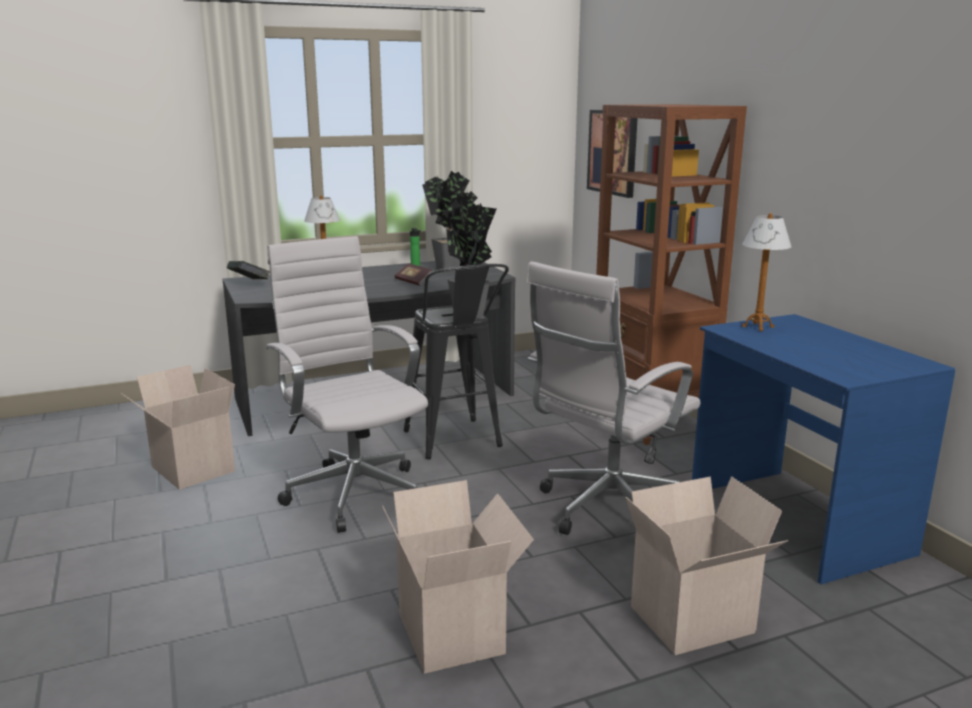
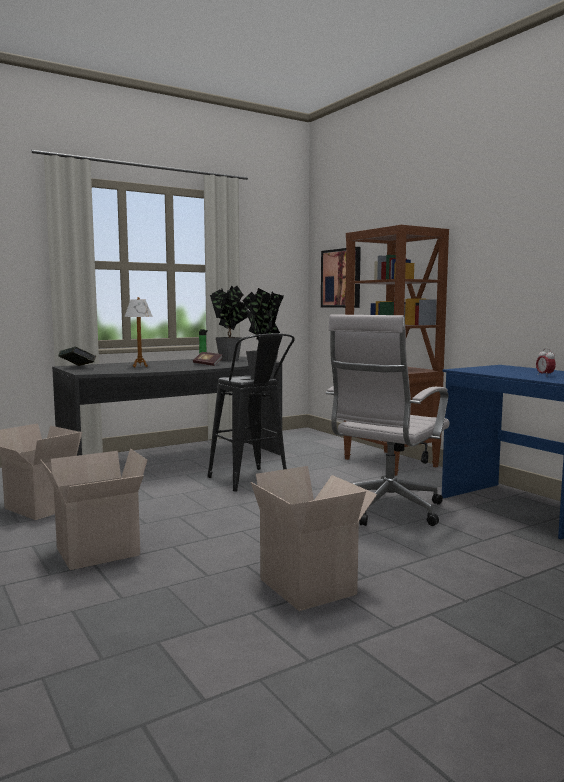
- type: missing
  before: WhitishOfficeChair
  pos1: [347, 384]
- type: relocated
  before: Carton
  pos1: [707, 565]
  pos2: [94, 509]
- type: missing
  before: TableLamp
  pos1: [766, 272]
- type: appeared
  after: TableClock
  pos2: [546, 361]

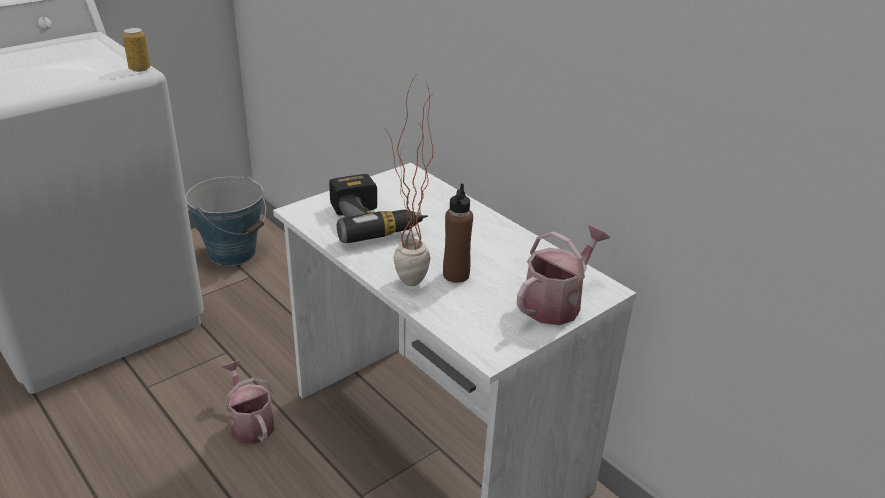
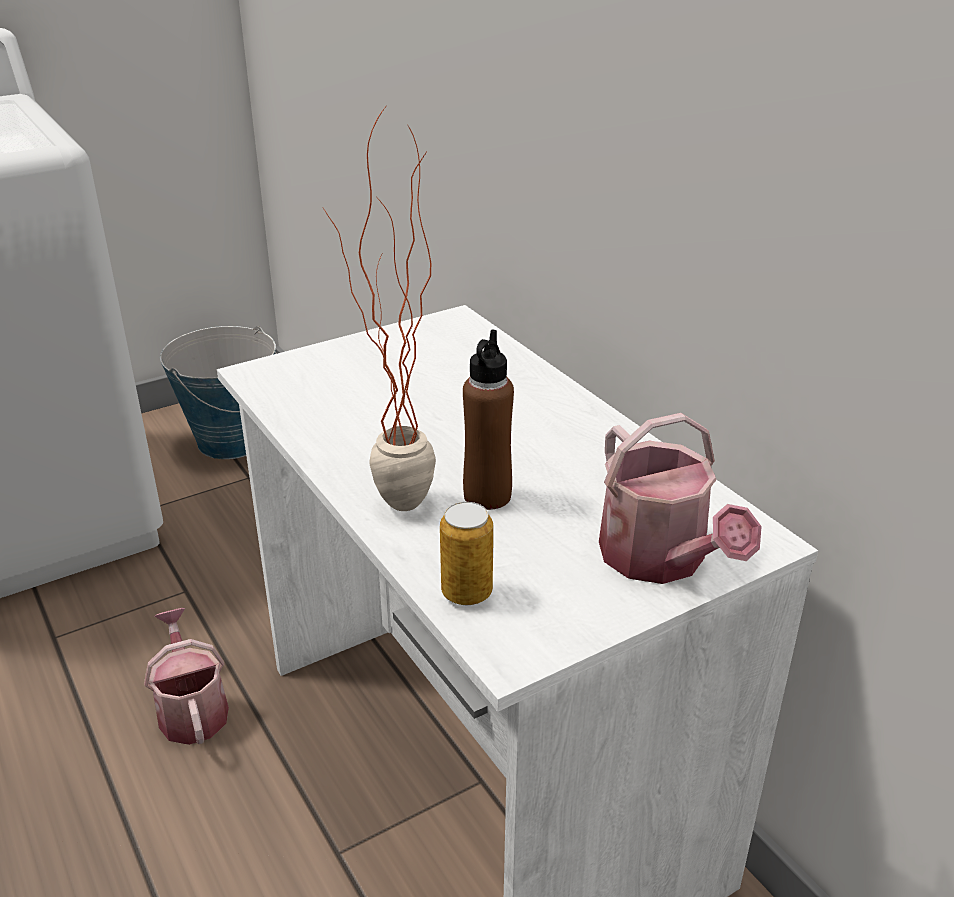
- type: relocated
  before: SealedCan
  pos1: [136, 50]
  pos2: [466, 553]
- type: missing
  before: PowerDrill
  pos1: [378, 208]
- type: spun
  before: SprinklingCan
  pos1: [563, 275]
  pos2: [680, 498]
  turn: 105

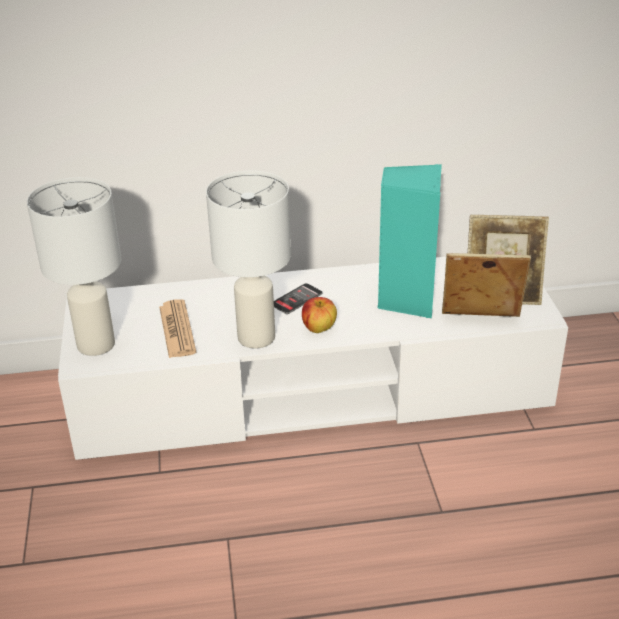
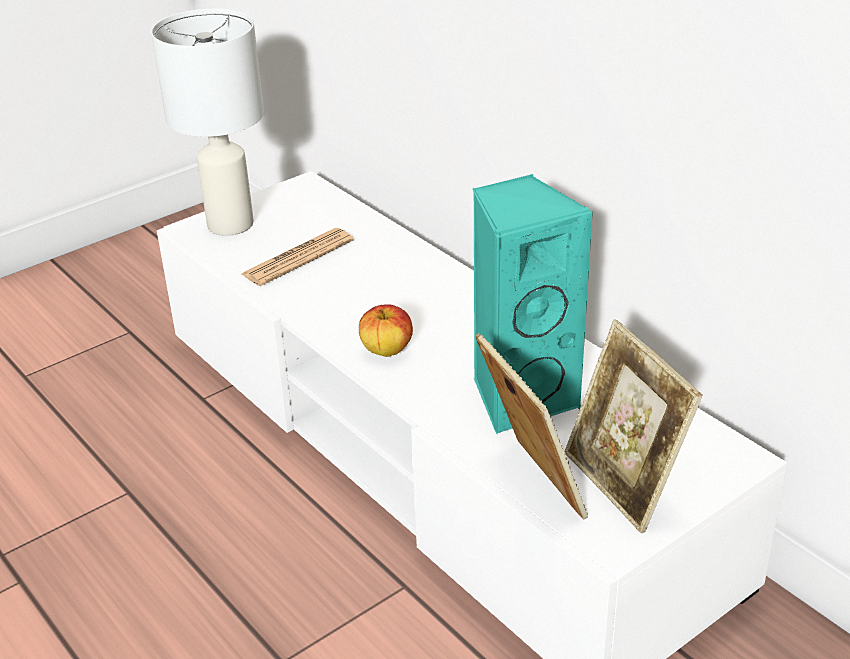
- type: missing
  before: WhitishTableLamp
  pos1: [248, 260]
- type: missing
  before: Telephone
  pos1: [298, 298]

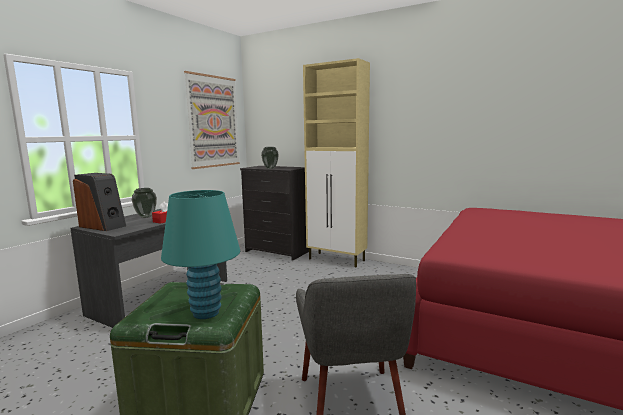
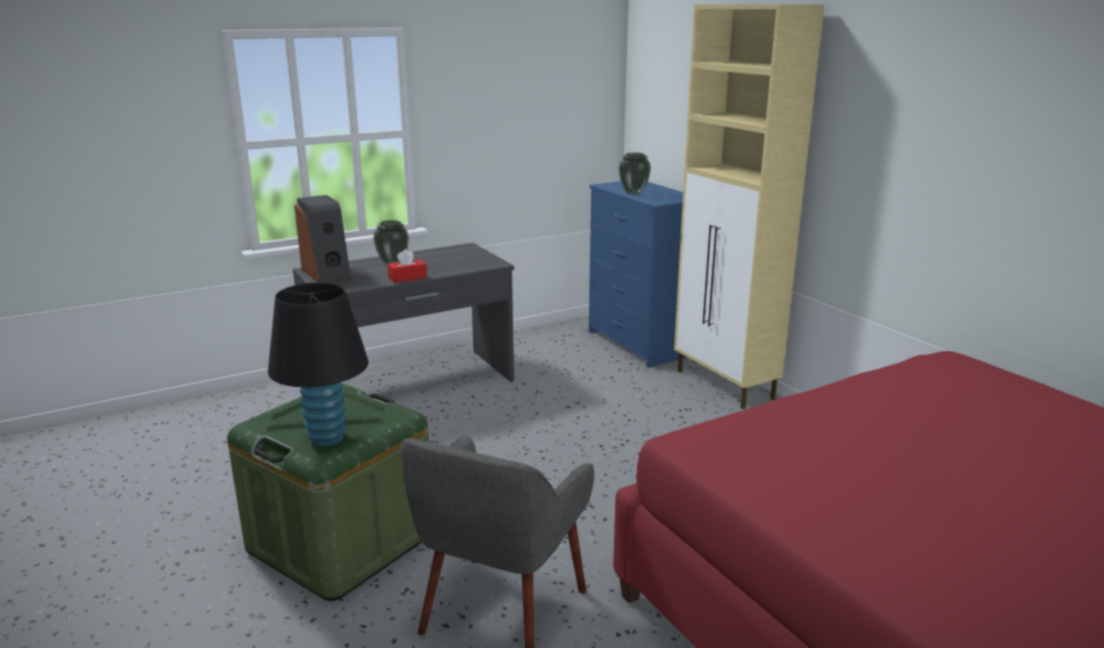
- type: colour
  before: TurquoiseColouredTableLamp
  after: BlackColouredTableLamp
  pos1: [200, 254]
  pos2: [318, 364]
- type: missing
  before: WallPicture
  pos1: [212, 120]
- type: colour
  before: BlackColouredChestOfDrawers
  after: BlueColouredChestOfDrawers
  pos1: [274, 213]
  pos2: [638, 274]

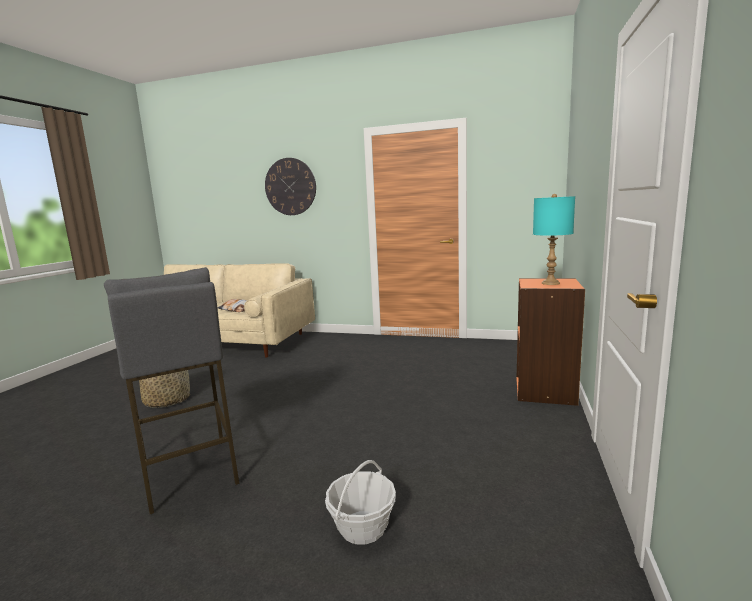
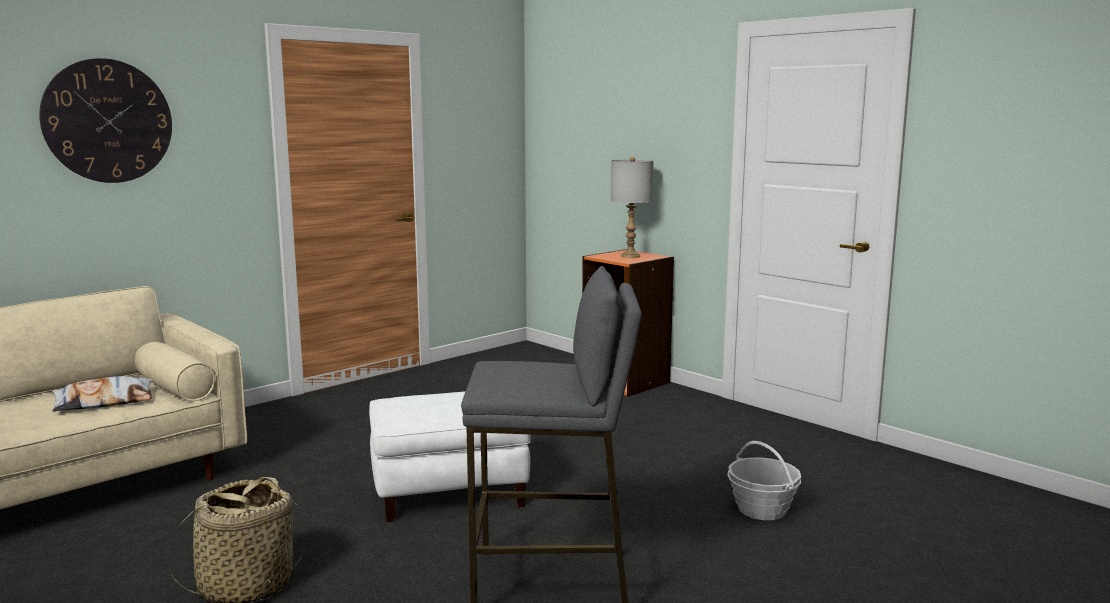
- type: colour
  before: TurquoiseColouredTableLamp
  after: GreyTableLamp
  pos1: [554, 239]
  pos2: [632, 207]
- type: appeared
  after: WhitishOttoman
  pos2: [450, 456]

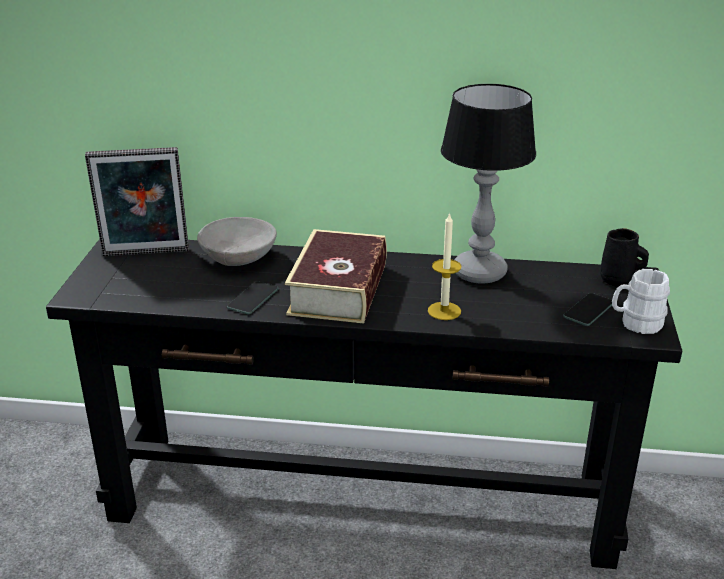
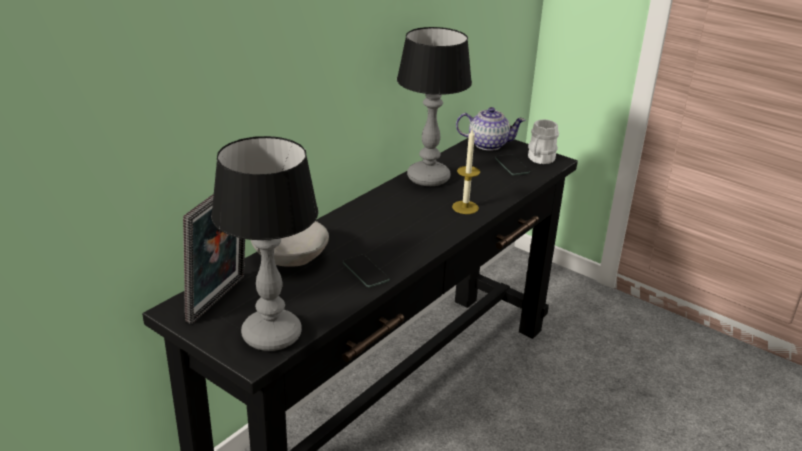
- type: missing
  before: Book
  pos1: [336, 276]
- type: exchanged
  before: BlackColouredTeaMug
  after: Teapot
  pos1: [624, 257]
  pos2: [491, 129]
- type: appeared
  after: TableLamp
  pos2: [264, 243]

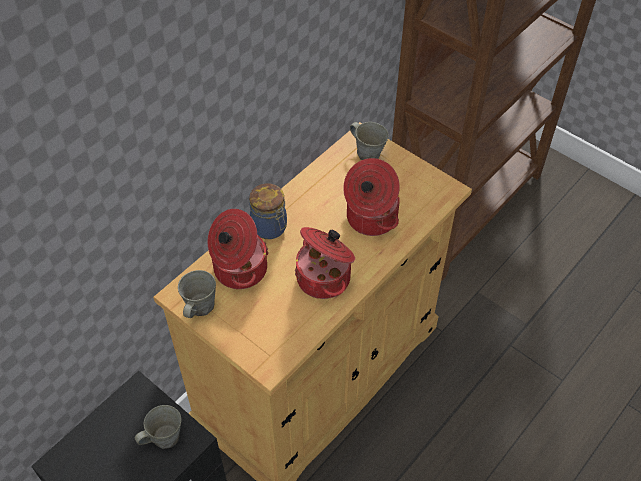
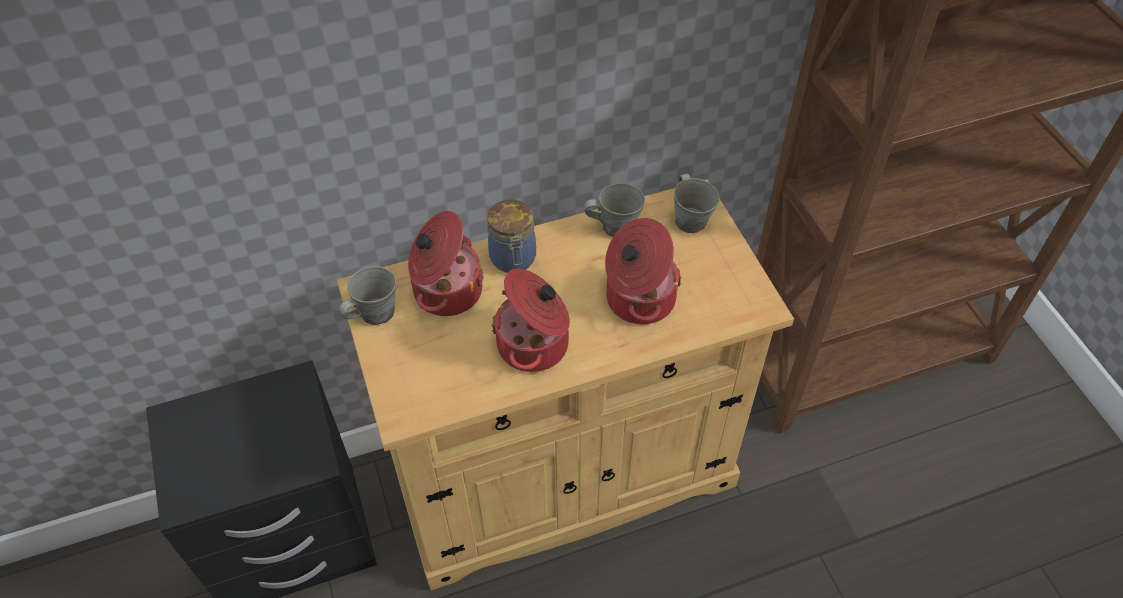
- type: relocated
  before: GreyTeaMug
  pos1: [158, 427]
  pos2: [614, 210]

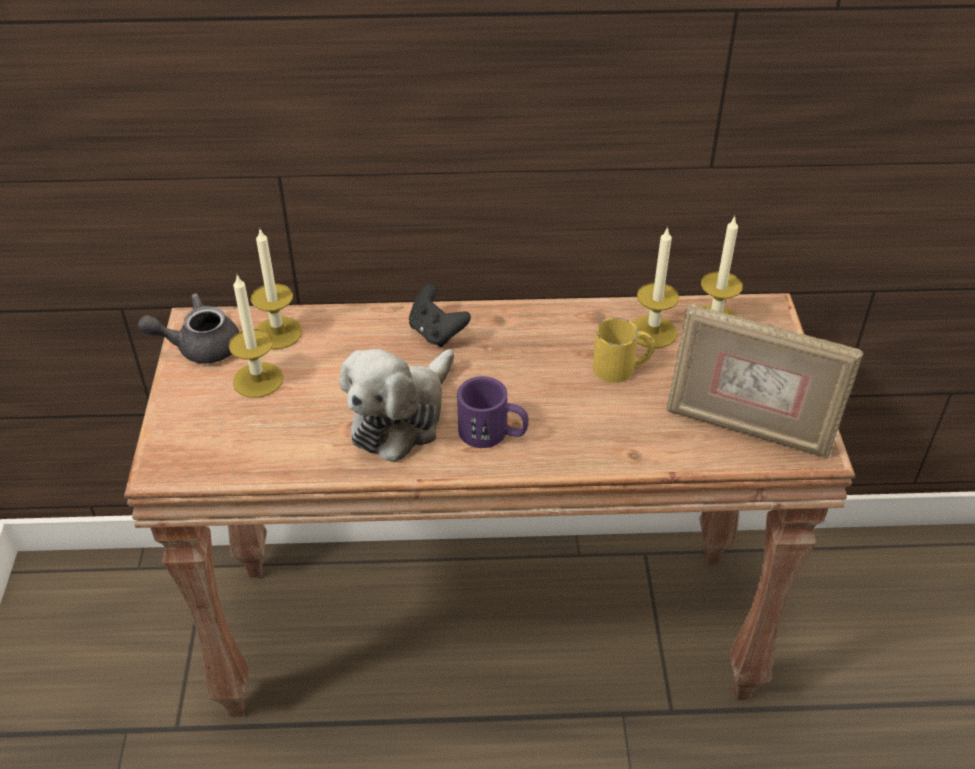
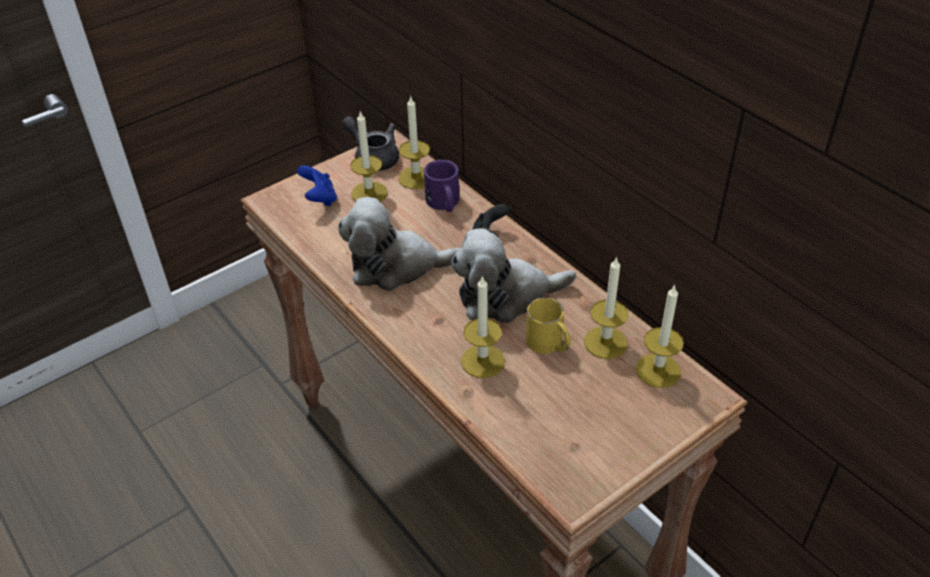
- type: relocated
  before: PurpleTeaMug
  pos1: [493, 412]
  pos2: [441, 186]
- type: missing
  before: PhotoFrame
  pos1: [764, 381]
- type: appeared
  after: BlueColouredJoypad
  pos2: [317, 185]
- type: appeared
  after: SoftToy
  pos2: [513, 275]
- type: appeared
  after: WaxCandle
  pos2: [483, 326]

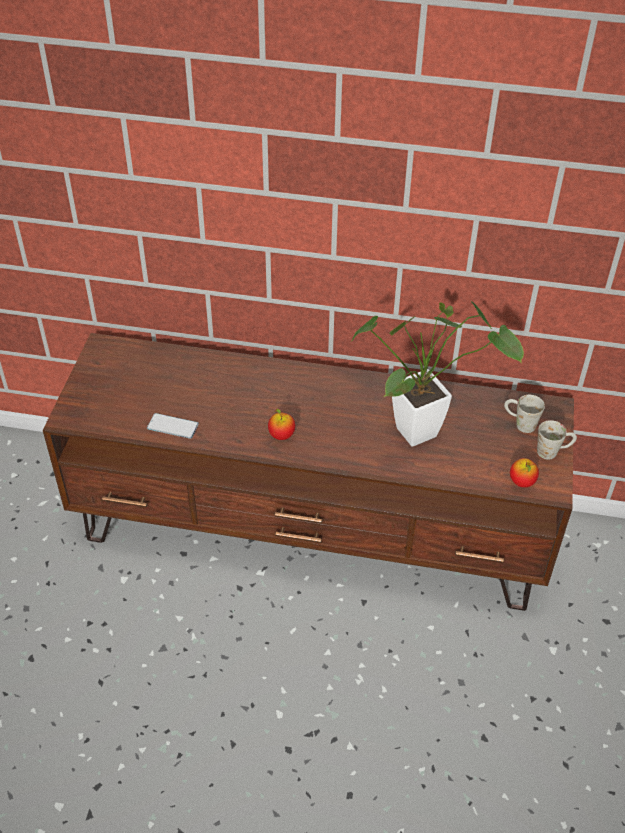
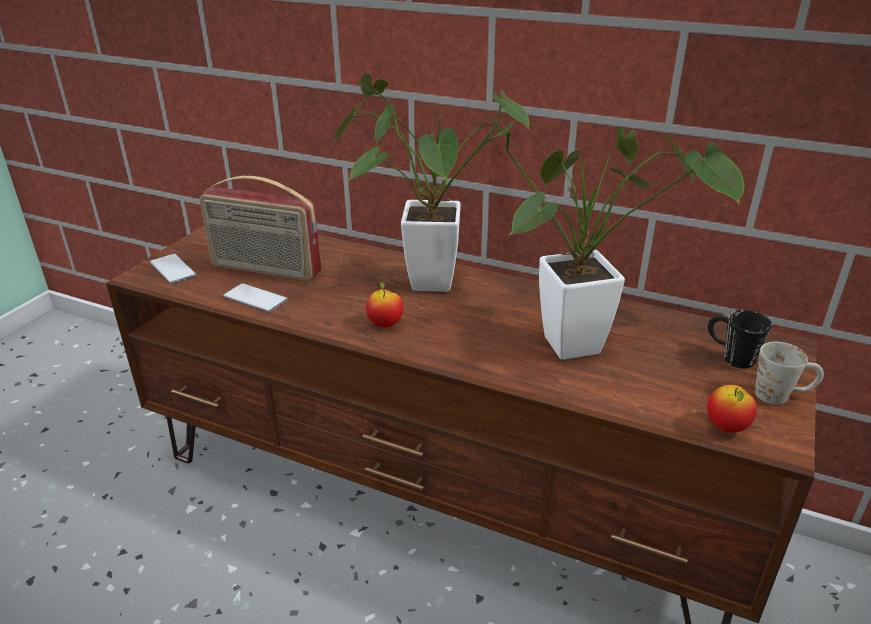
- type: colour
  before: WhitishTeaMug
  after: BlackColouredTeaMug
  pos1: [524, 414]
  pos2: [740, 339]
- type: appeared
  after: Telephone
  pos2: [173, 268]
- type: appeared
  after: RadioReceiver
  pos2: [260, 228]
- type: appeared
  after: PottedPlant
  pos2: [431, 182]

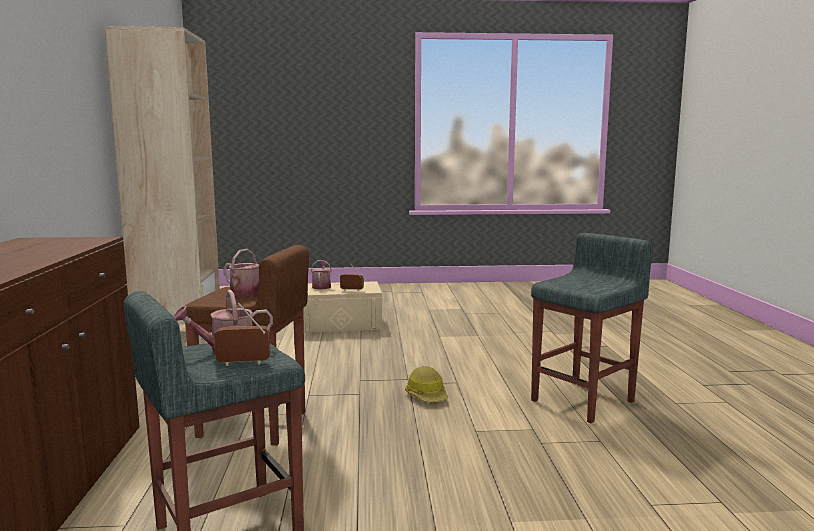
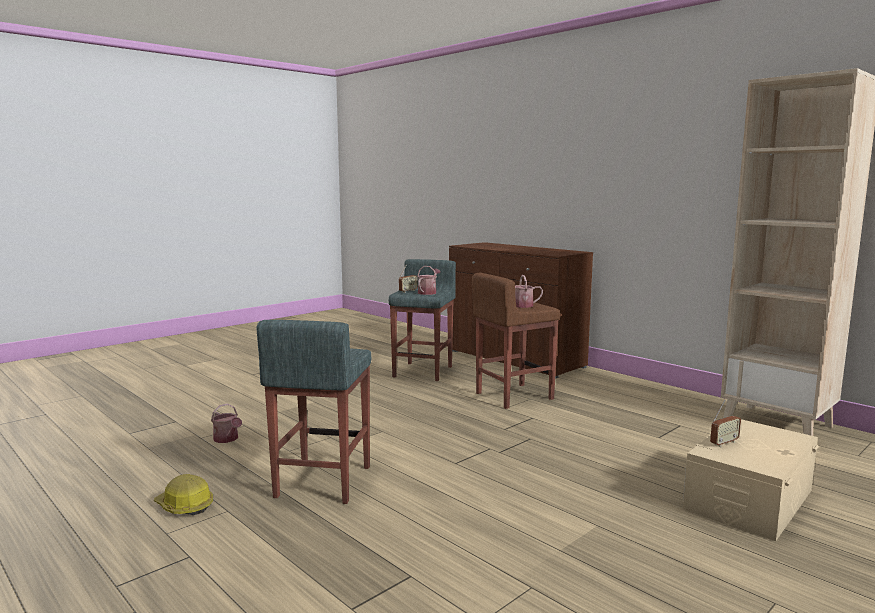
- type: relocated
  before: SprinklingCan
  pos1: [321, 274]
  pos2: [226, 423]
- type: relocated
  before: WorkHelmet
  pos1: [427, 384]
  pos2: [183, 494]

